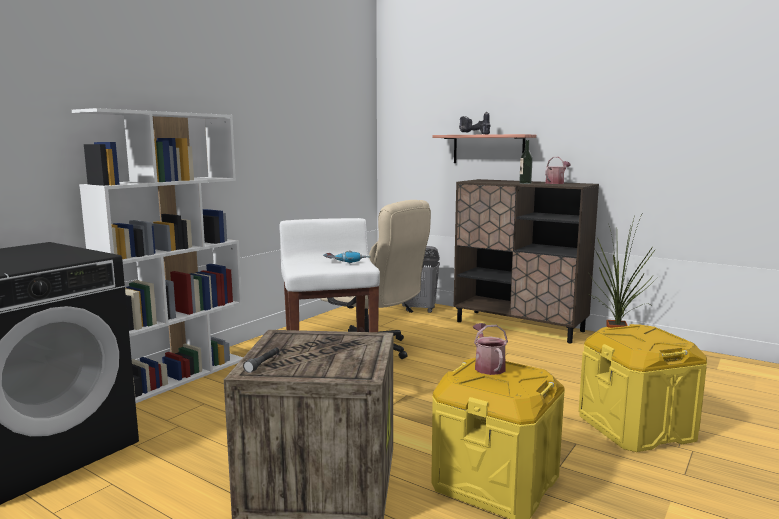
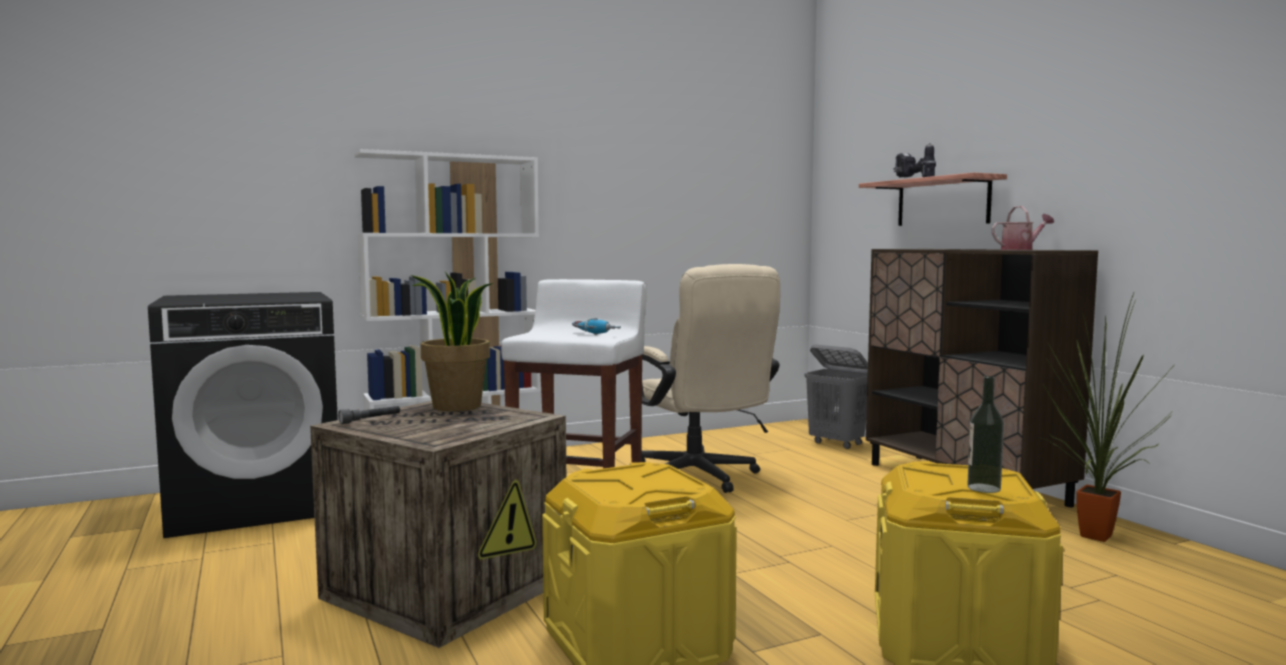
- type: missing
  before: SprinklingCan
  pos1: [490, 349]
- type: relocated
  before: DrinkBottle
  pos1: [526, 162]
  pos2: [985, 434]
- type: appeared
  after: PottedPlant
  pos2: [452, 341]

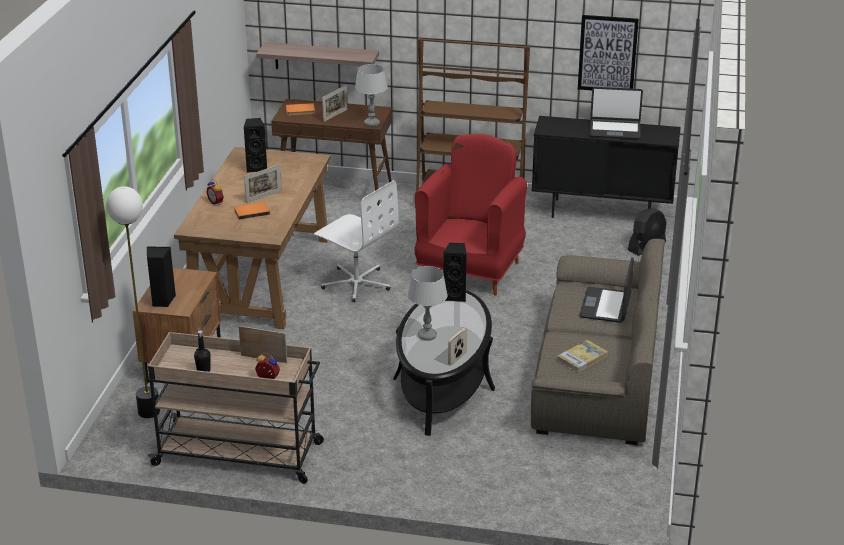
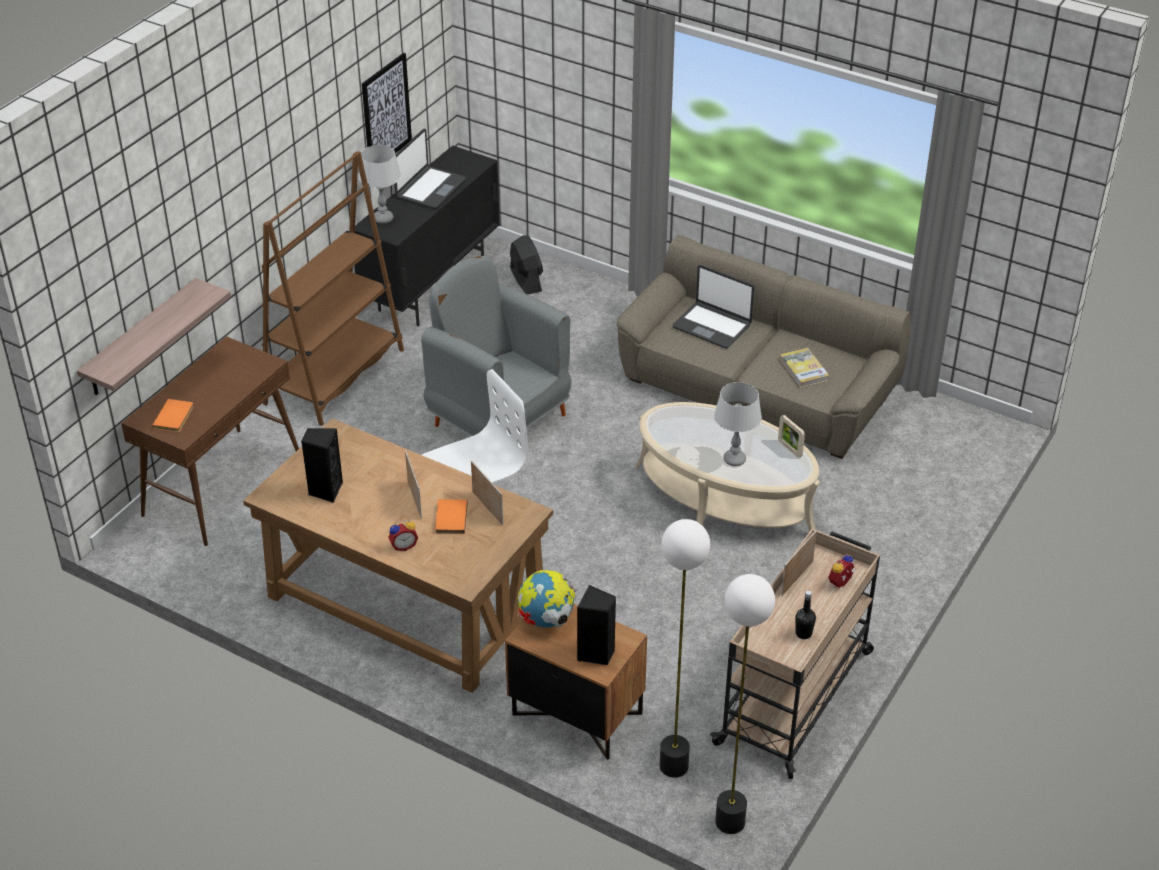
- type: relocated
  before: PhotoFrame
  pos1: [334, 103]
  pos2: [487, 493]
- type: relocated
  before: GreyTableLamp
  pos1: [371, 95]
  pos2: [380, 184]
- type: colour
  before: BlackColouredCoffeeTable
  after: SandColouredCoffeeTable
  pos1: [444, 363]
  pos2: [727, 467]
- type: colour
  before: RedColouredArmchair
  after: GreyArmchair
  pos1: [470, 215]
  pos2: [496, 346]
- type: missing
  before: BlackColouredLoudspeaker
  pos1: [455, 272]
- type: appeared
  after: DeskGlobe
  pos2: [546, 599]
- type: appeared
  after: StandardLamp
  pos2: [745, 704]

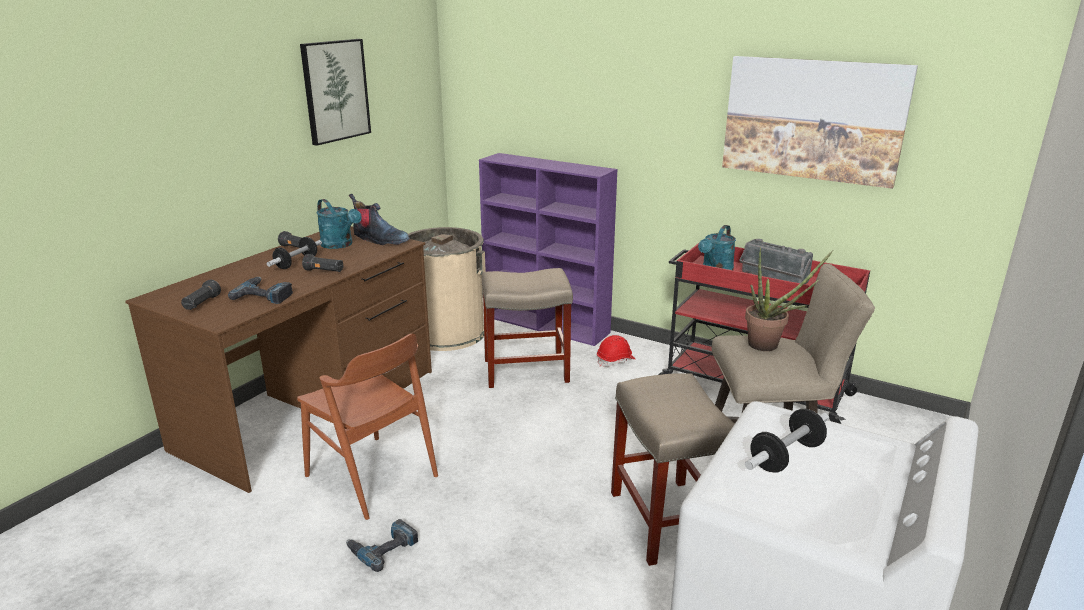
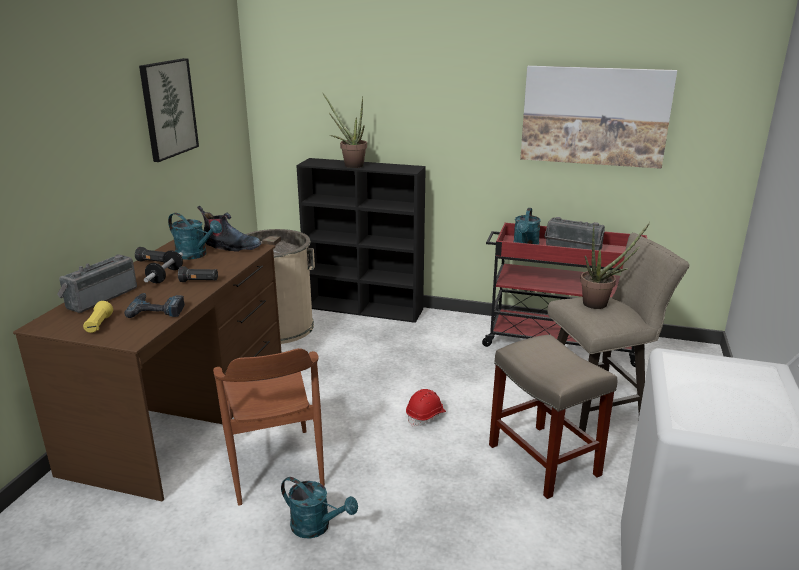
- type: colour
  before: BlackColouredTorch
  after: YellowColouredTorch
  pos1: [201, 295]
  pos2: [98, 317]
- type: spun
  before: BrownUprightChair
  pos1: [367, 427]
  pos2: [269, 427]
  turn: 45
- type: exchanged
  before: PowerDrill
  after: TurquoiseColouredSprinklingCan
  pos1: [382, 545]
  pos2: [319, 508]
- type: colour
  before: PurpleBookshelf
  after: BlackColouredBookshelf
  pos1: [548, 249]
  pos2: [361, 240]
- type: missing
  before: SandColouredSittingStool
  pos1: [527, 328]
- type: relocated
  before: RedColouredWorkHelmet
  pos1: [616, 351]
  pos2: [426, 408]
- type: missing
  before: Dumbbell
  pos1: [787, 441]
- type: appeared
  after: RadioReceiver
  pos2: [97, 283]
- type: appeared
  after: PottedPlant
  pos2: [344, 130]

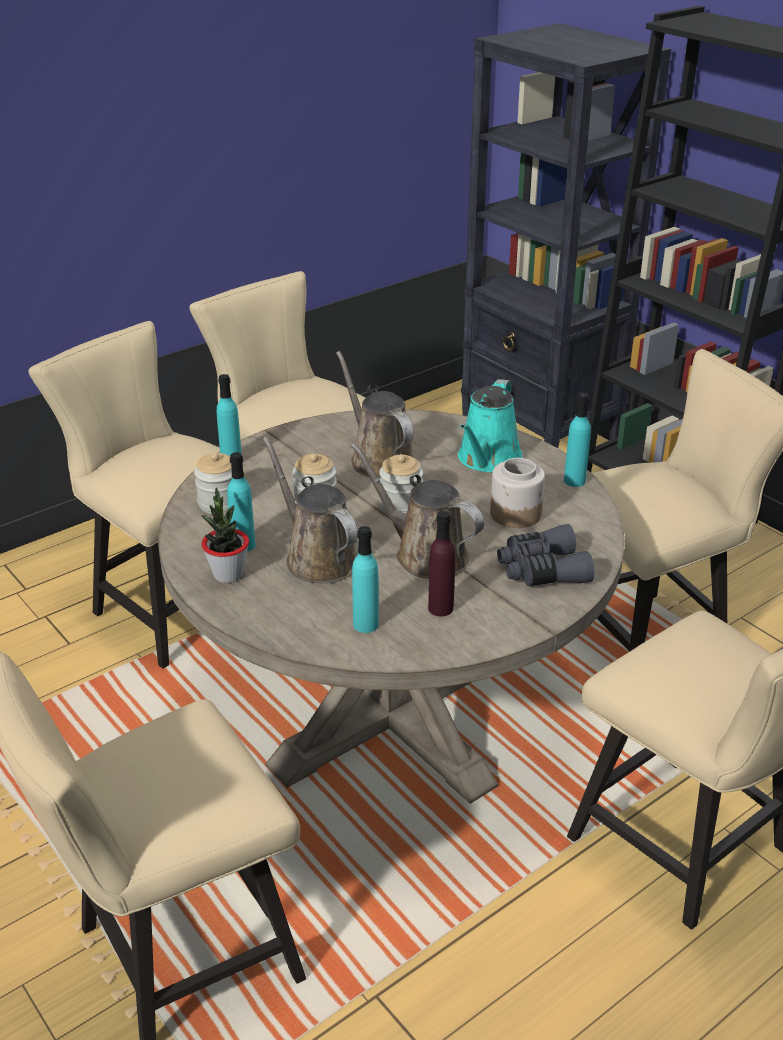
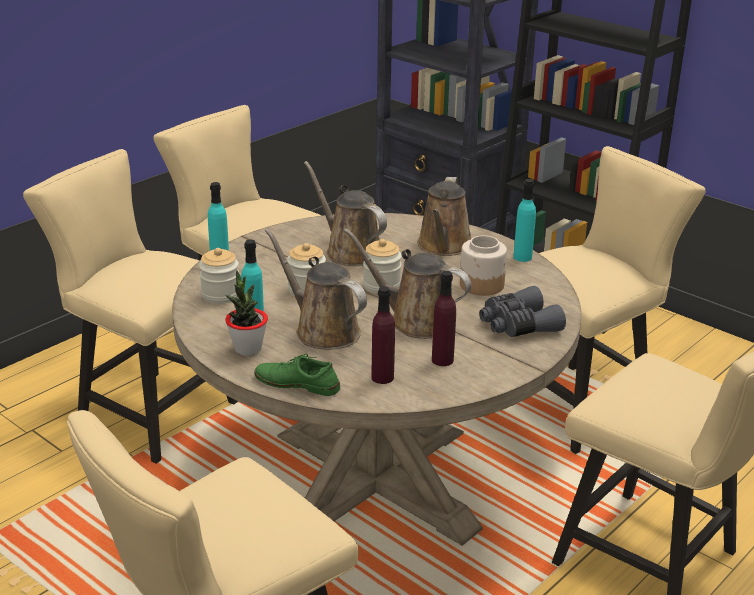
- type: colour
  before: TurquoiseColouredDrinkBottle
  after: PurpleDrinkBottle
  pos1: [365, 579]
  pos2: [383, 335]
- type: colour
  before: TurquoiseColouredSprinklingCan
  after: BrownSprinklingCan
  pos1: [490, 425]
  pos2: [444, 216]
- type: appeared
  after: GreenColouredItemOfFootwear
  pos2: [297, 375]

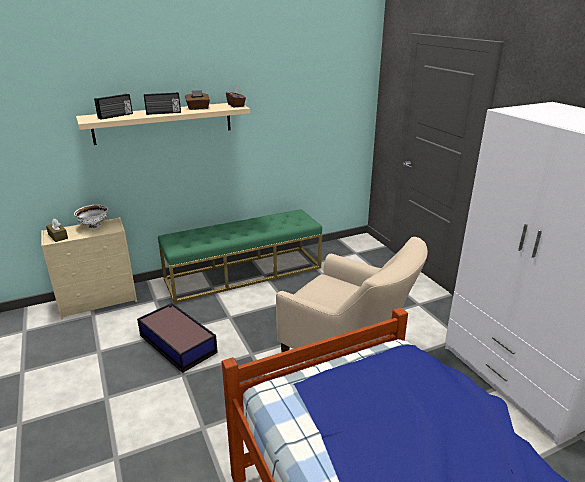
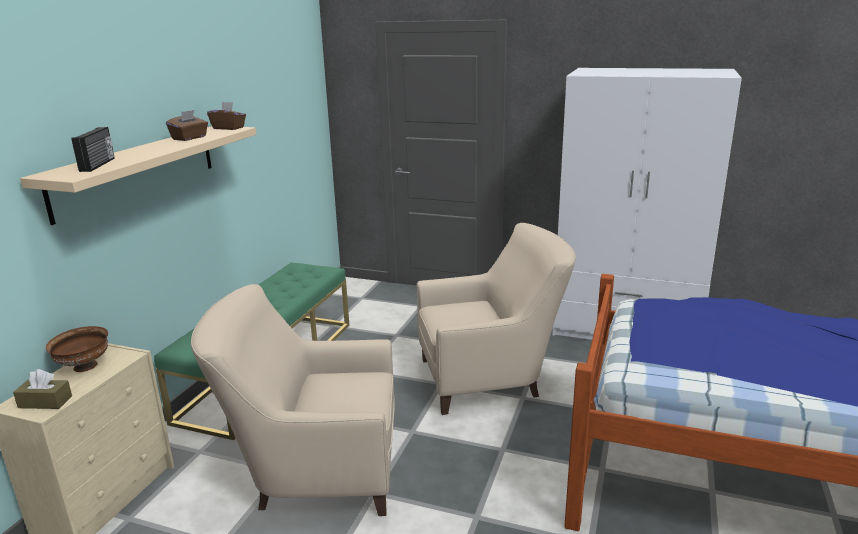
- type: colour
  before: WhitishServingBowl
  after: BrownServingBowl
  pos1: [91, 217]
  pos2: [77, 349]
- type: exchanged
  before: StorageBox
  after: SandColouredArmchair
  pos1: [177, 338]
  pos2: [293, 400]
- type: missing
  before: RadioReceiver
  pos1: [162, 103]

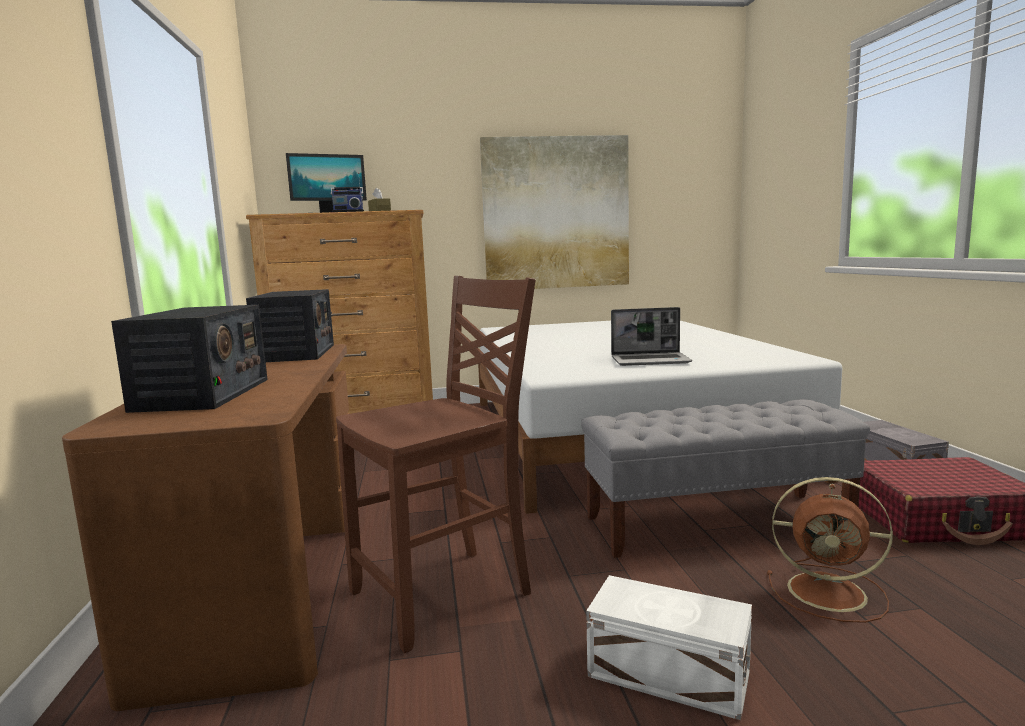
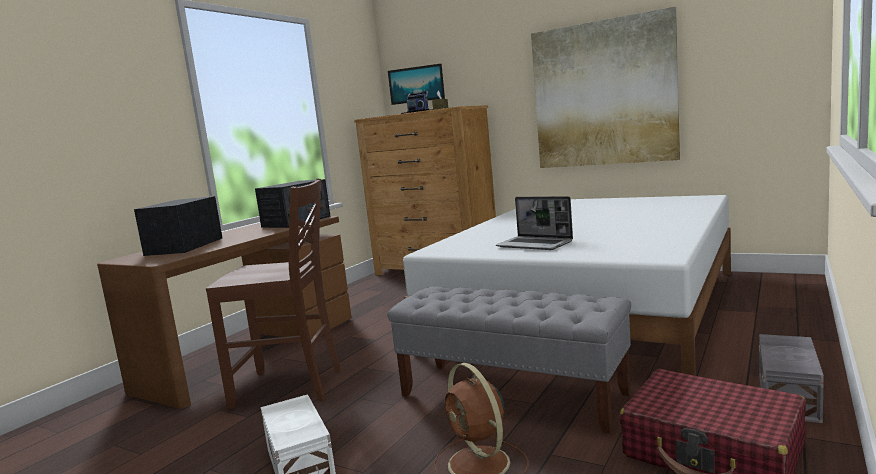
- type: spun
  before: RadioReceiver
  pos1: [189, 359]
  pos2: [178, 226]
  turn: 150

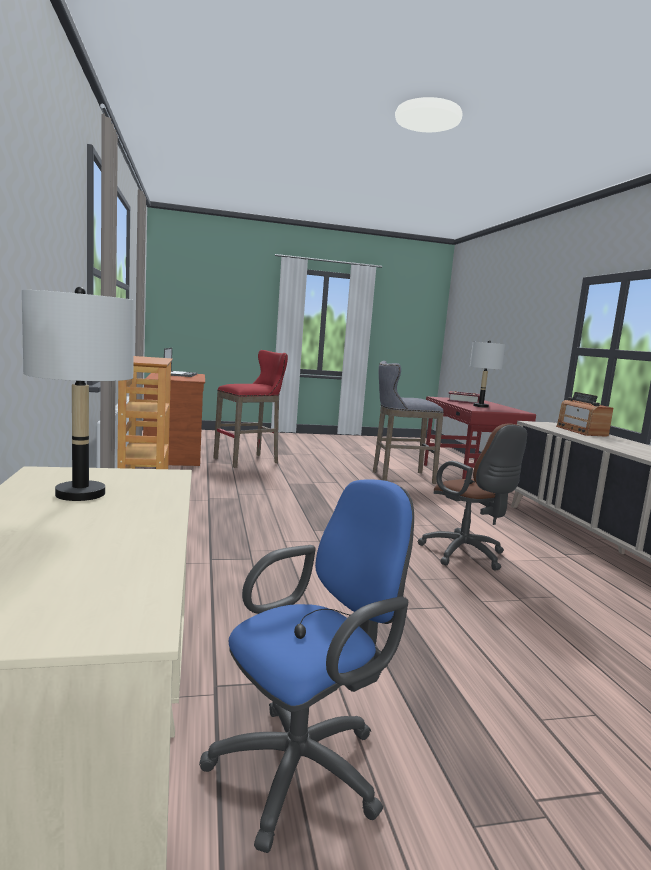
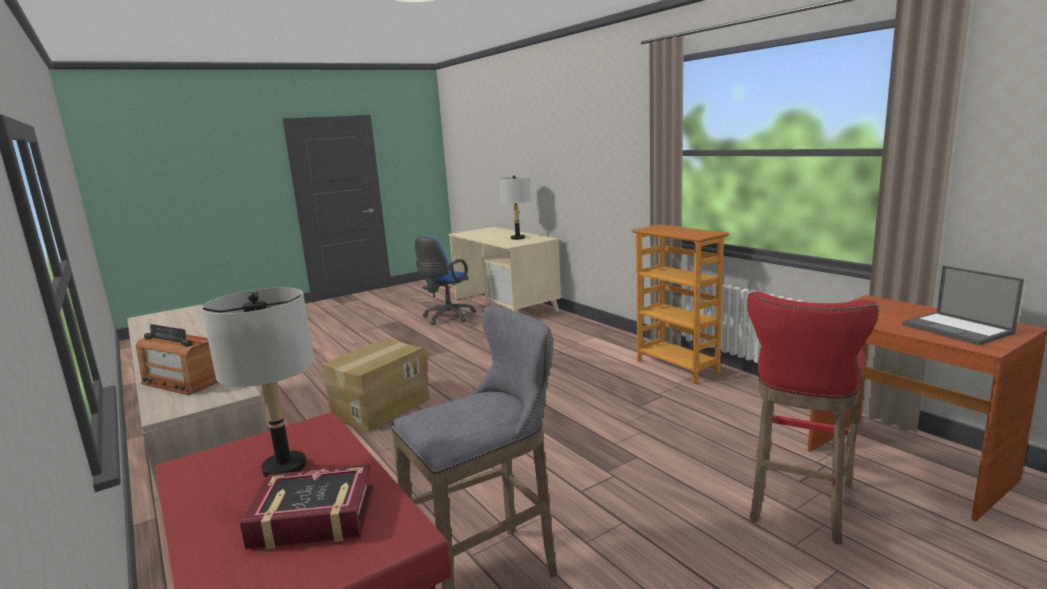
- type: exchanged
  before: BrownOfficeChair
  after: Carton
  pos1: [472, 497]
  pos2: [376, 385]
- type: spun
  before: RadioReceiver
  pos1: [584, 414]
  pos2: [177, 359]
  turn: 150

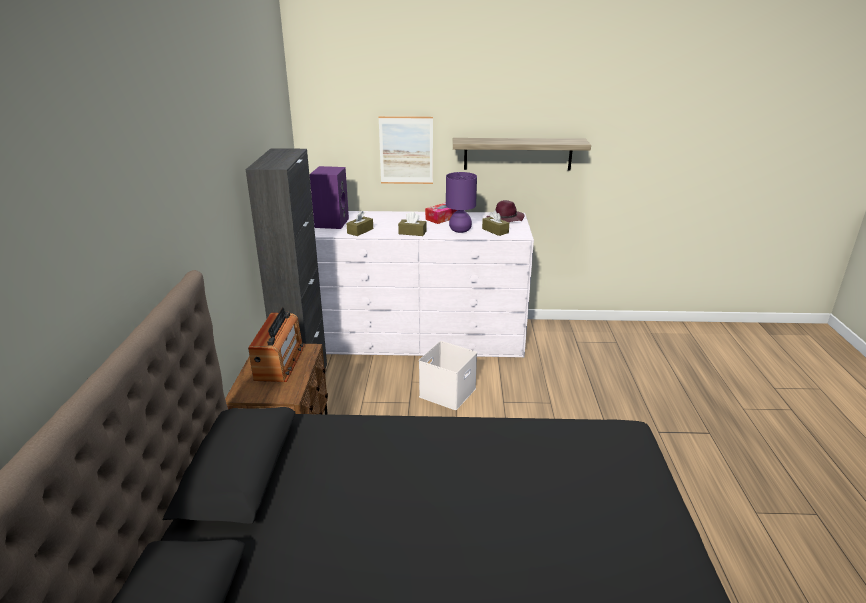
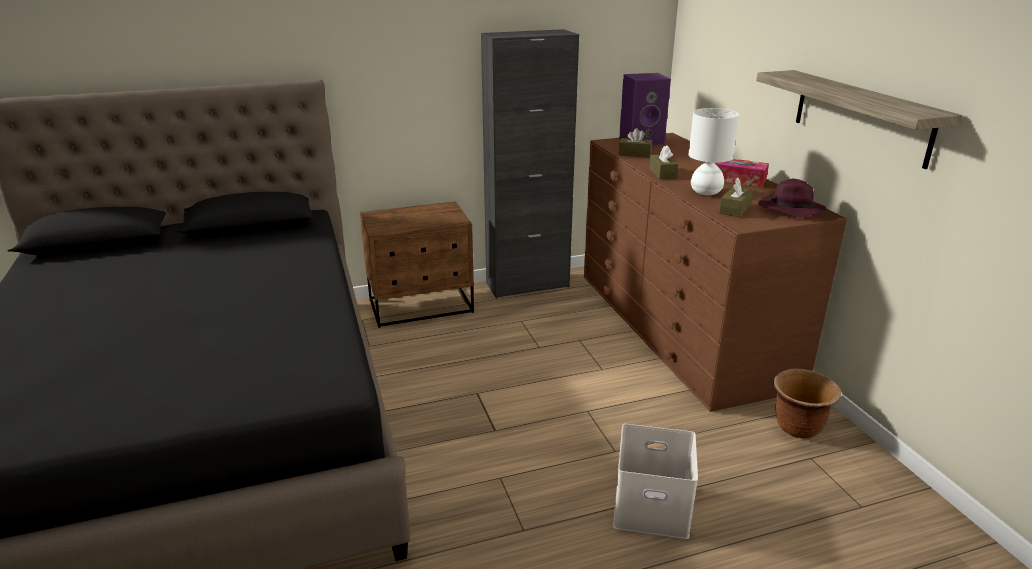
- type: missing
  before: RadioReceiver
  pos1: [276, 345]
- type: colour
  before: WhitishChestOfDrawers
  after: BrownChestOfDrawers
  pos1: [424, 284]
  pos2: [715, 272]
- type: missing
  before: WallPicture
  pos1: [406, 150]
- type: relocated
  before: WhitishStorageBox
  pos1: [448, 375]
  pos2: [655, 481]
- type: colour
  before: PurpleTableLamp
  after: WhitishTableLamp
  pos1: [461, 202]
  pos2: [713, 151]
- type: appeared
  after: BrownFlowerPot
  pos2: [807, 403]

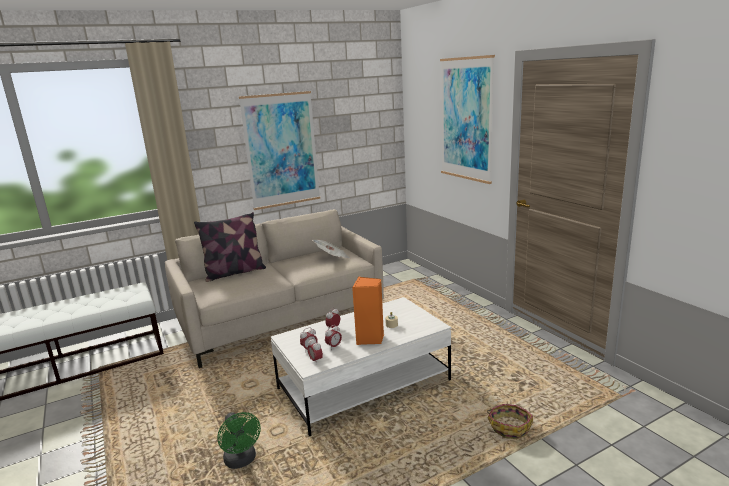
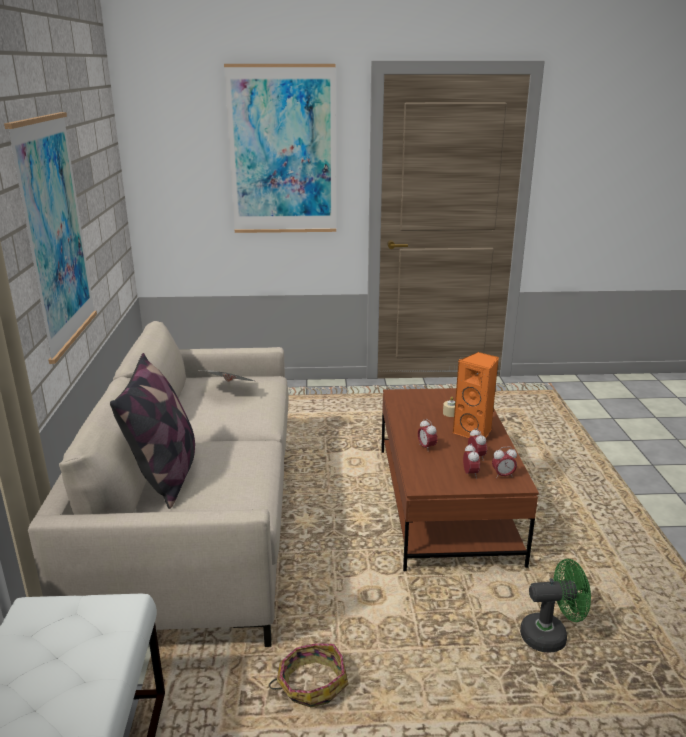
- type: colour
  before: WhitishCoffeeTable
  after: BrownCoffeeTable
  pos1: [360, 367]
  pos2: [460, 479]
- type: relocated
  before: StorageBasket
  pos1: [510, 421]
  pos2: [308, 675]

